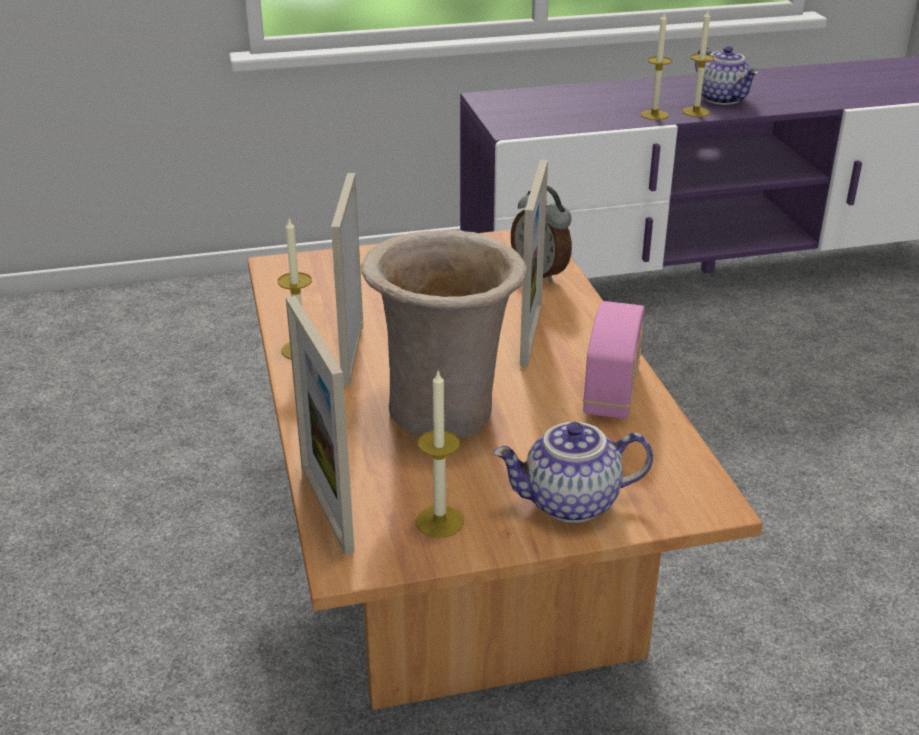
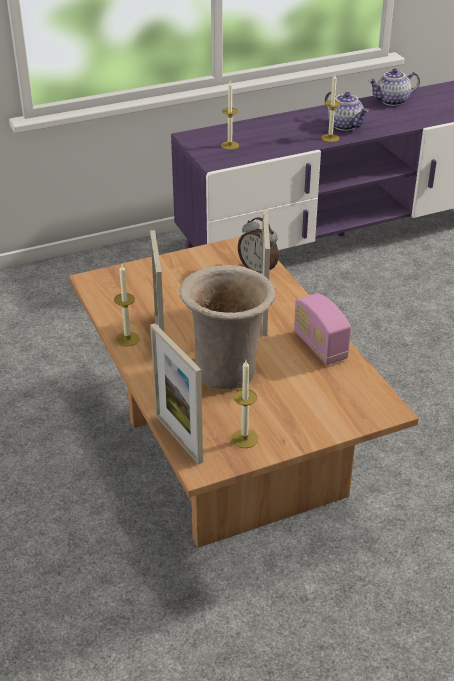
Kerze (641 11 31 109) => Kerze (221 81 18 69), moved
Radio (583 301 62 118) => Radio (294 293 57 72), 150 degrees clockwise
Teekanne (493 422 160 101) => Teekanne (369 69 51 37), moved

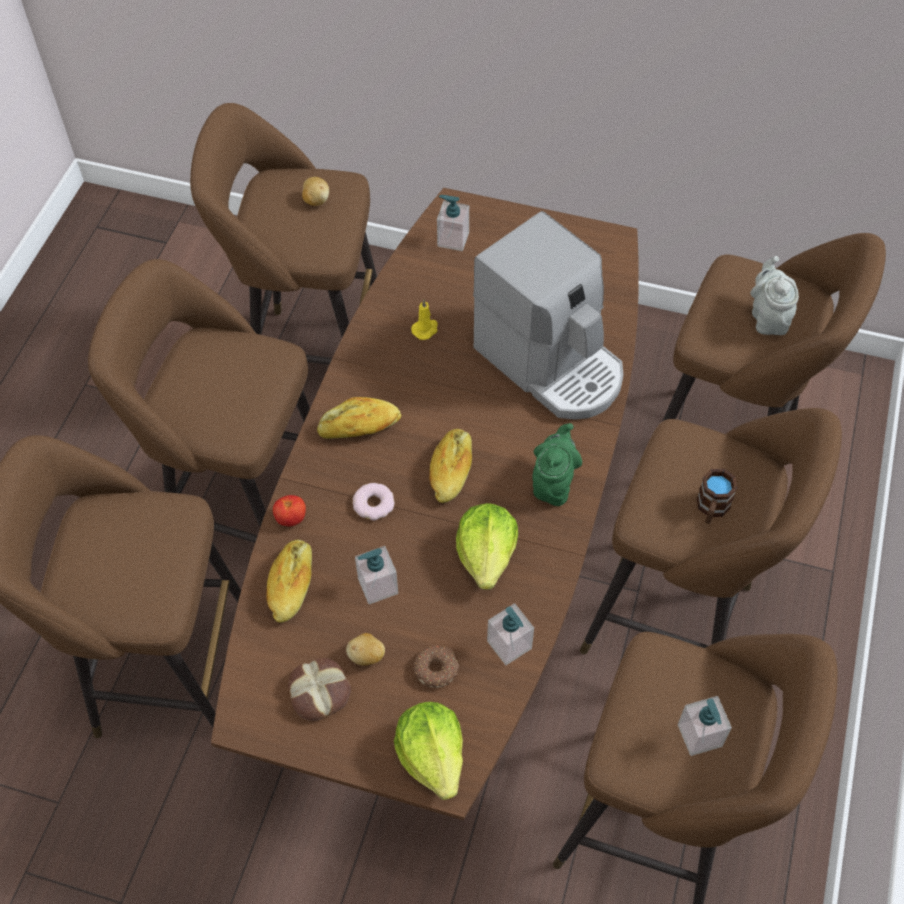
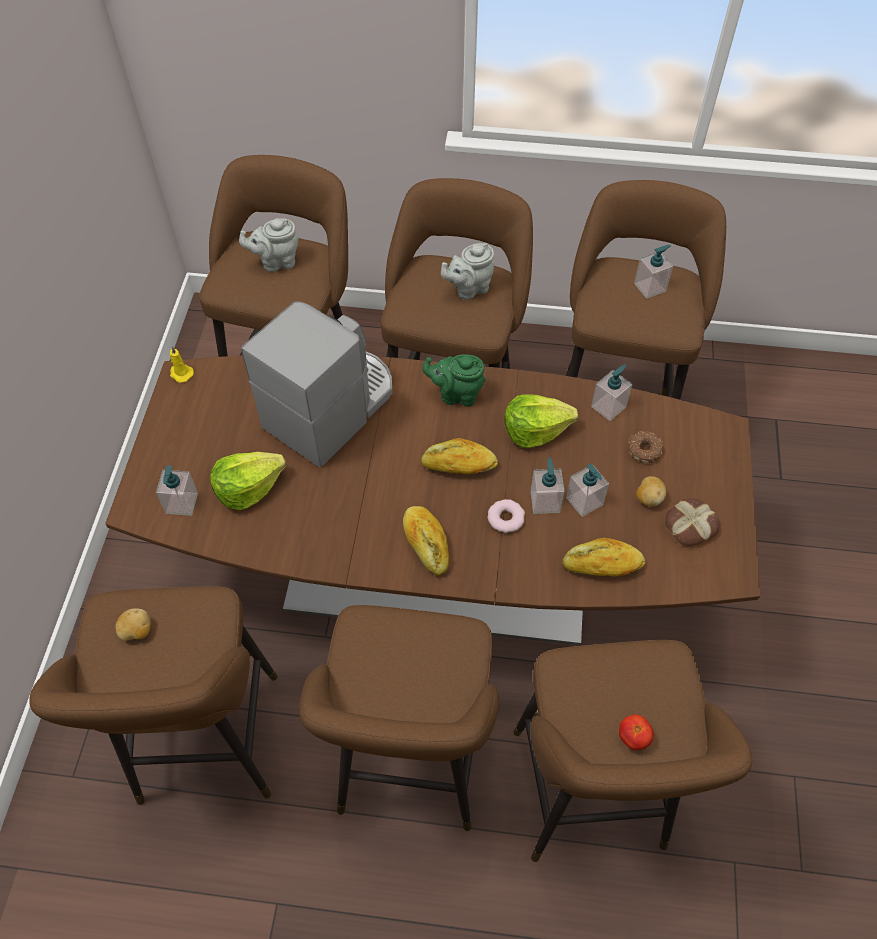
Kerze/gelb (411 299 27 41) => Kerze/gelb (170 346 24 37), moved
Henkelbecher/braun (697 469 40 55) => Teekanne/grau (441 243 53 56)
Tomate (273 495 33 31) => Tomate (619 715 35 35), moved
Salatkopf (394 702 69 98) => Salatkopf (210 452 76 59), moved
nothing => Seifenspender (531 457 34 57)

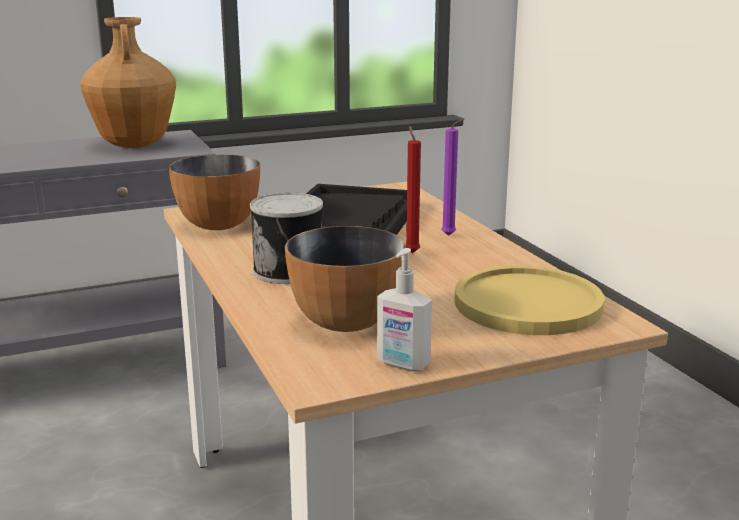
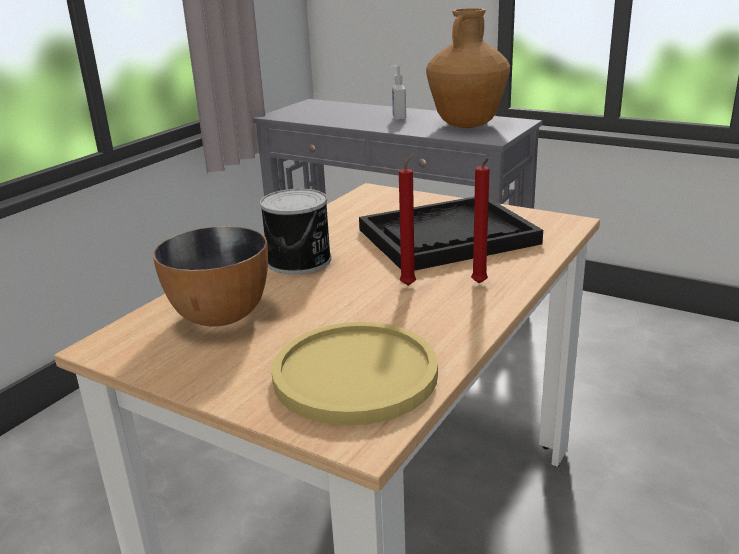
Kerze/lila (441 118 24 118) => Kerze/rot (471 158 19 126)
Schüssel (169 154 91 76) => nothing
Seifenspender (377 248 55 123) => Seifenspender (391 65 15 56), moved

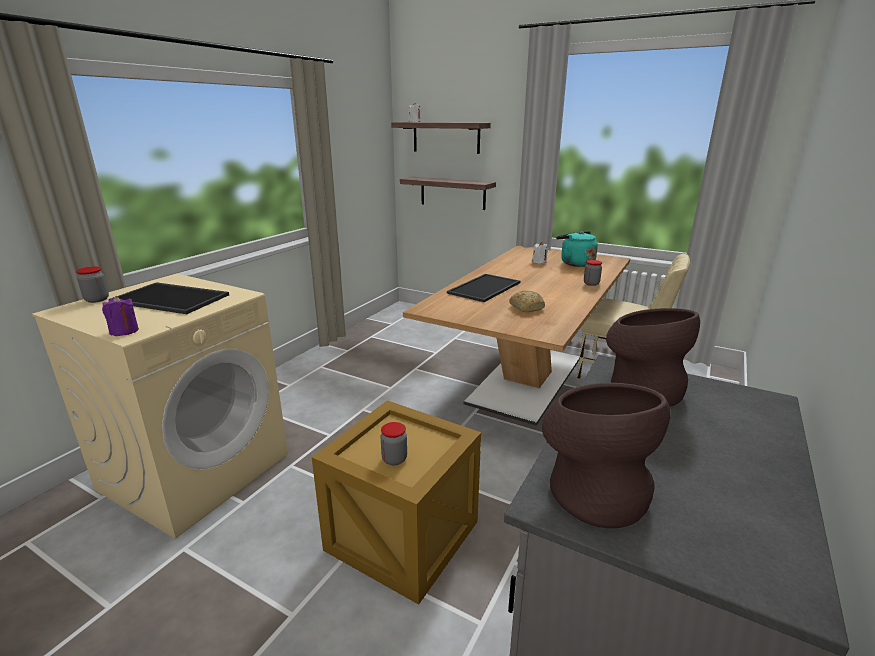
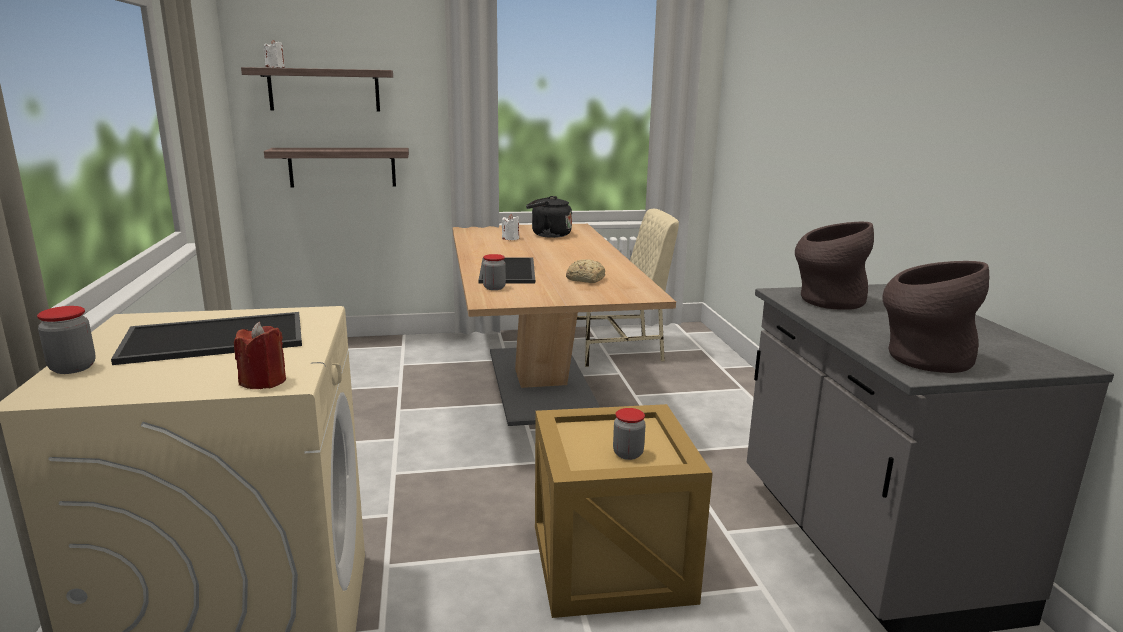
Wasserkessel/türkis (556 231 42 36) => Wasserkessel/schwarz (526 196 46 42)
Vorratsglas (584 260 18 26) => Vorratsglas (483 254 23 36), moved
Kerze/lila (102 296 37 40) => Kerze/rot (234 322 52 67)

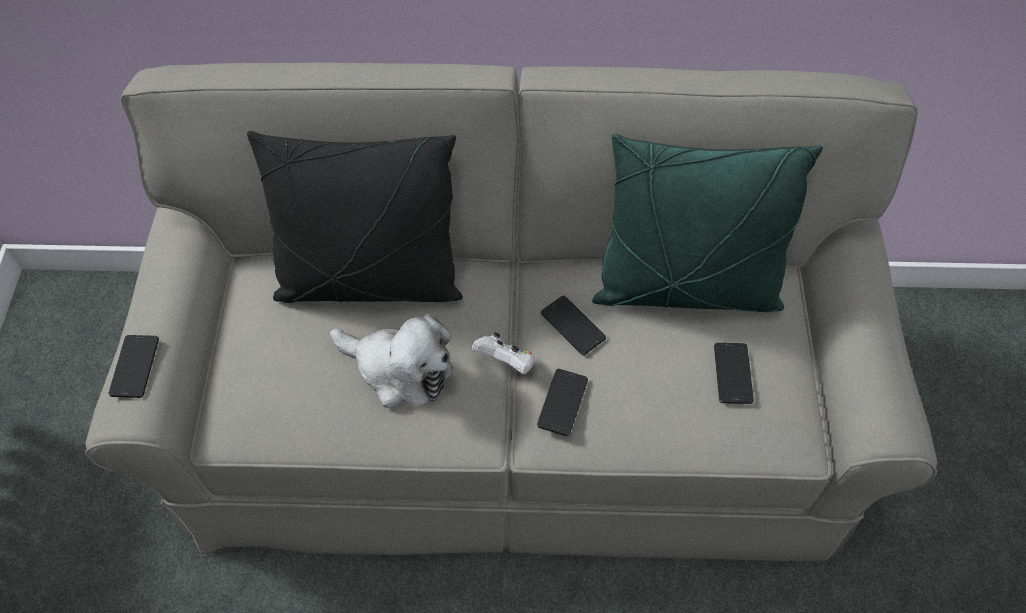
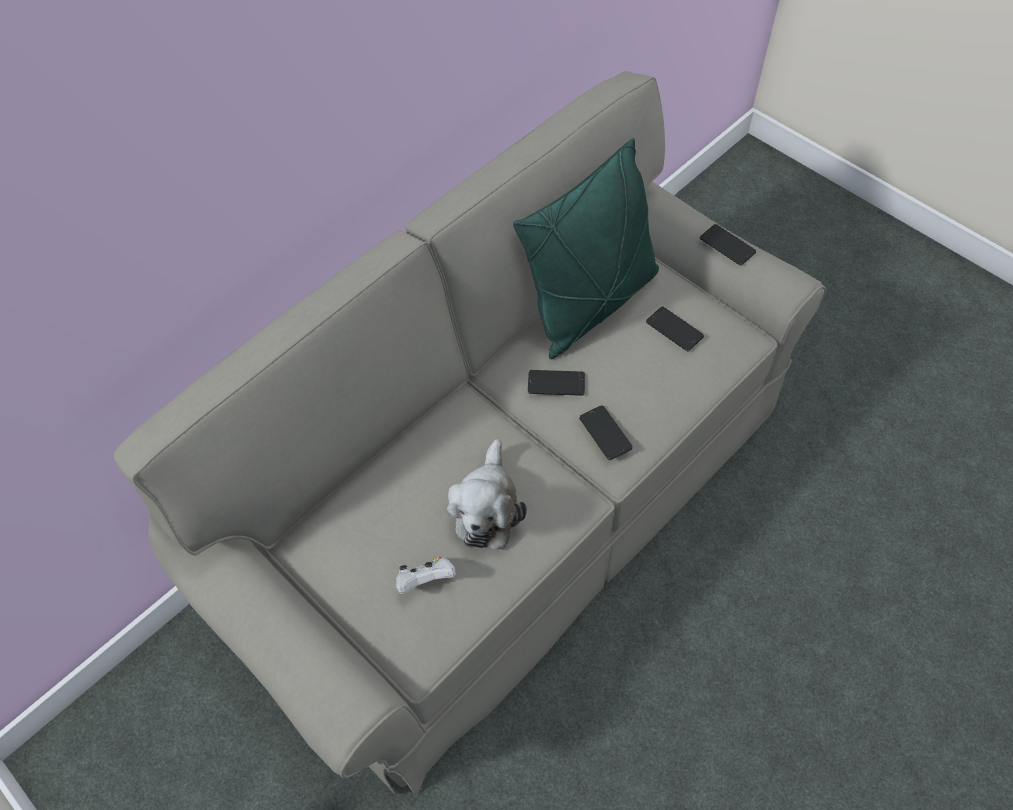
Kissen/schwarz (247 131 216 172) => nothing
Plüschtier (330 314 123 94) => Plüschtier (447 439 80 111), 120 degrees clockwise
Gamepad/weiß (472 332 62 42) => Gamepad/weiß (396 557 60 38), moved
Handy (108 335 51 63) => Handy (700 224 56 41), moved

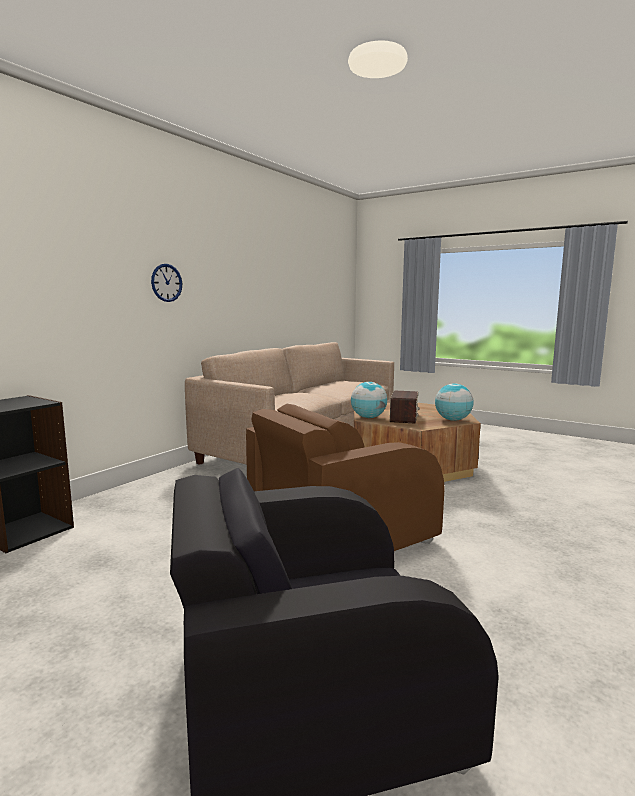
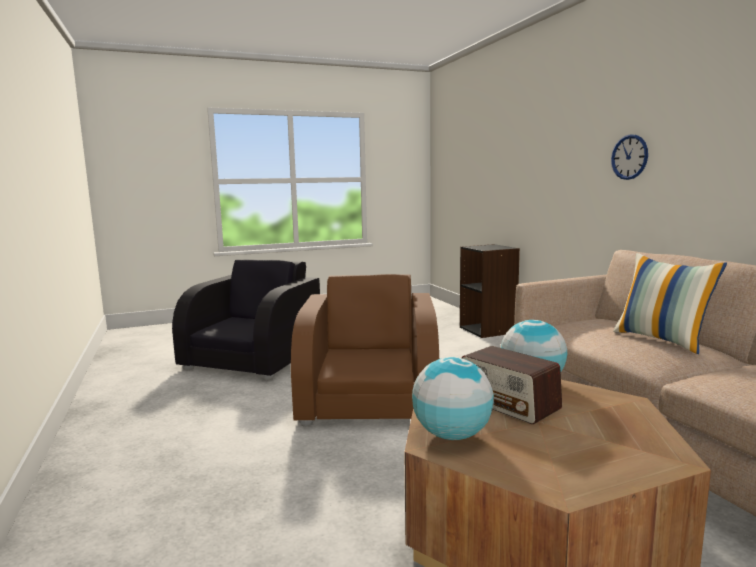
nothing => Kissen (613 253 114 101)

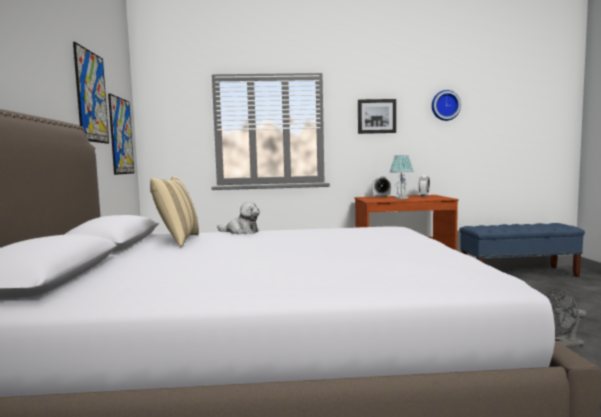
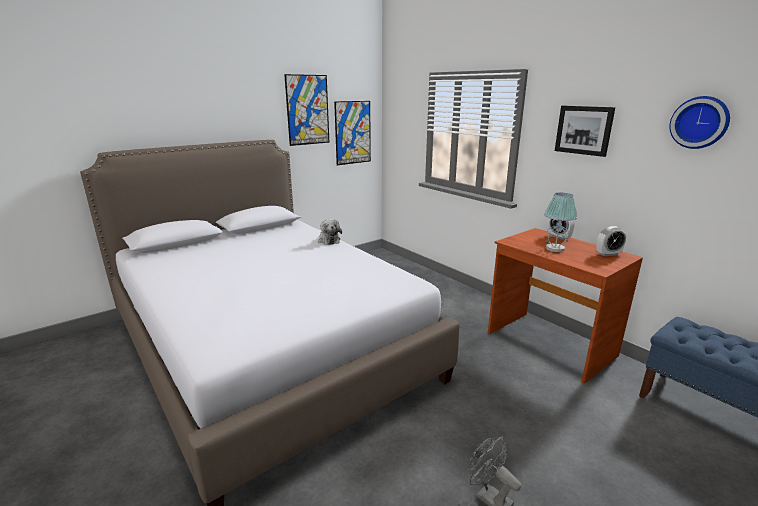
Kissen/beige (150 176 49 71) => nothing

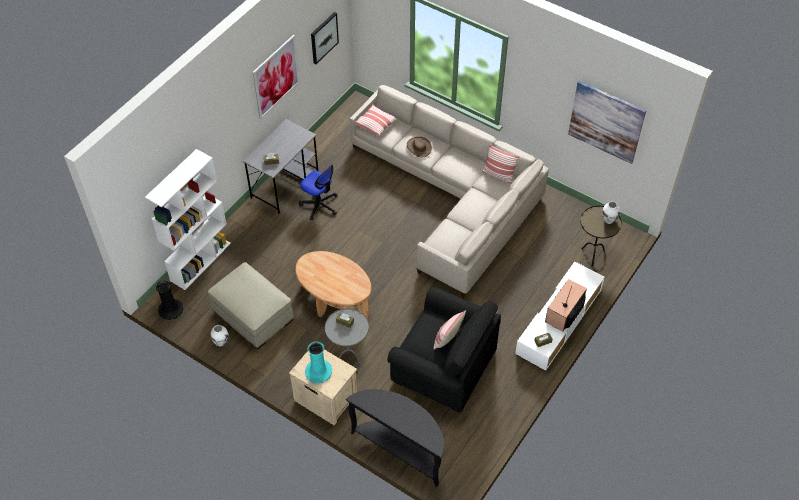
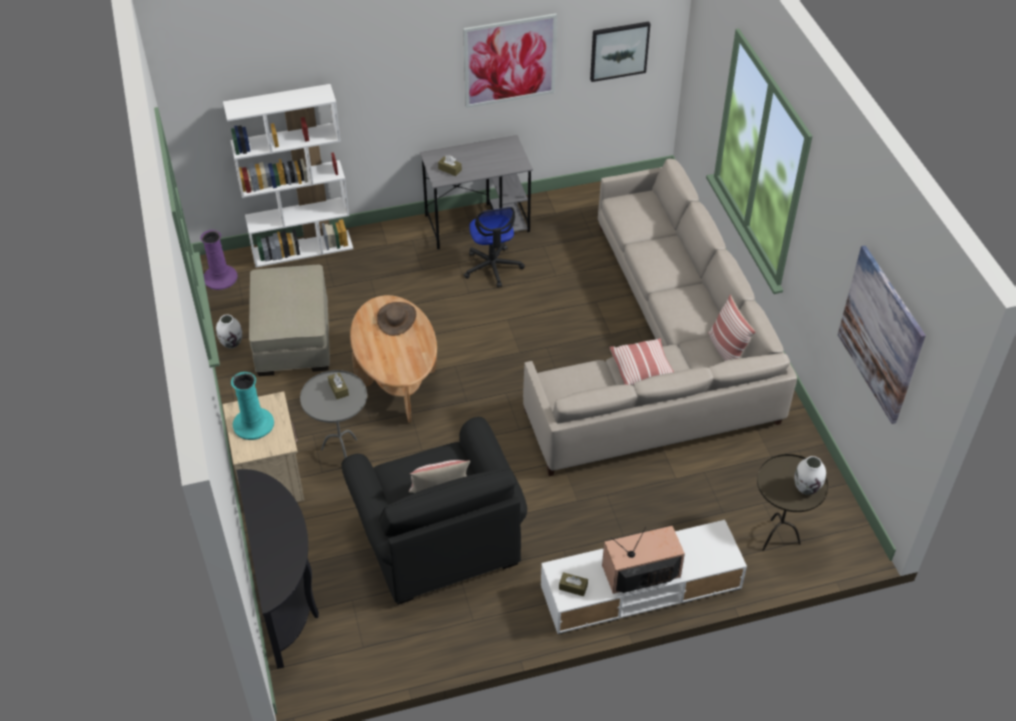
Kissen (354 105 44 32) => Kissen (609 338 65 48), moved
Hut/braun (407 137 25 20) => Hut/braun (377 302 39 34), moved
Vase/schwarz (156 281 27 39) => Vase/lila (200 230 38 60)

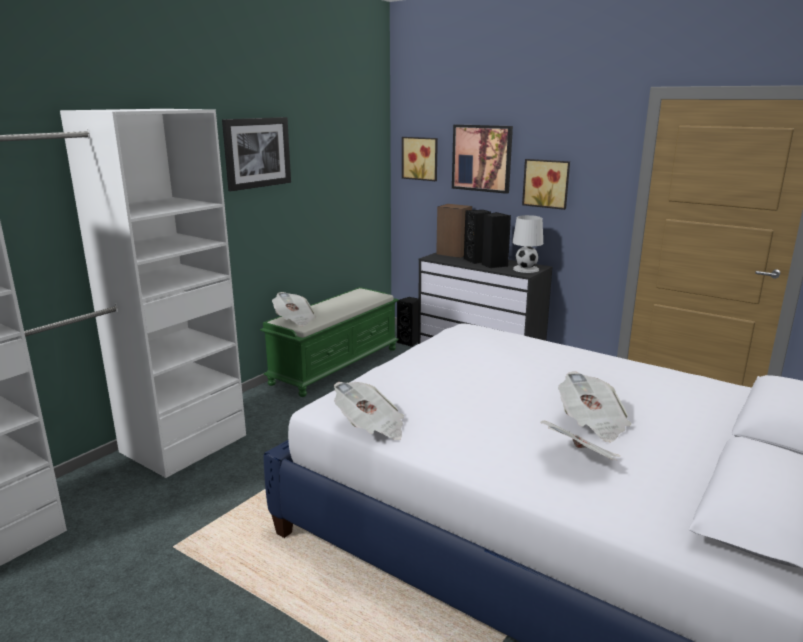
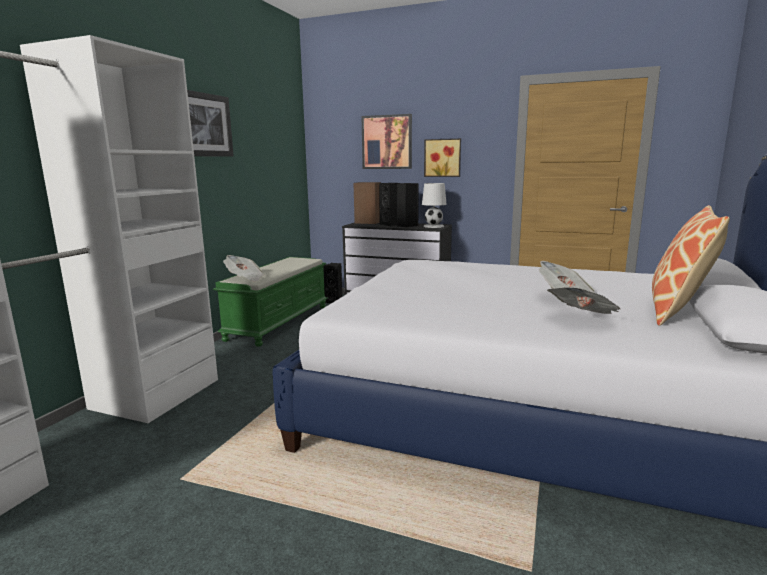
Bild (402 137 36 44) => nothing
Zeitung (334 382 70 58) => nothing
nothing => Kissen (652 205 78 121)

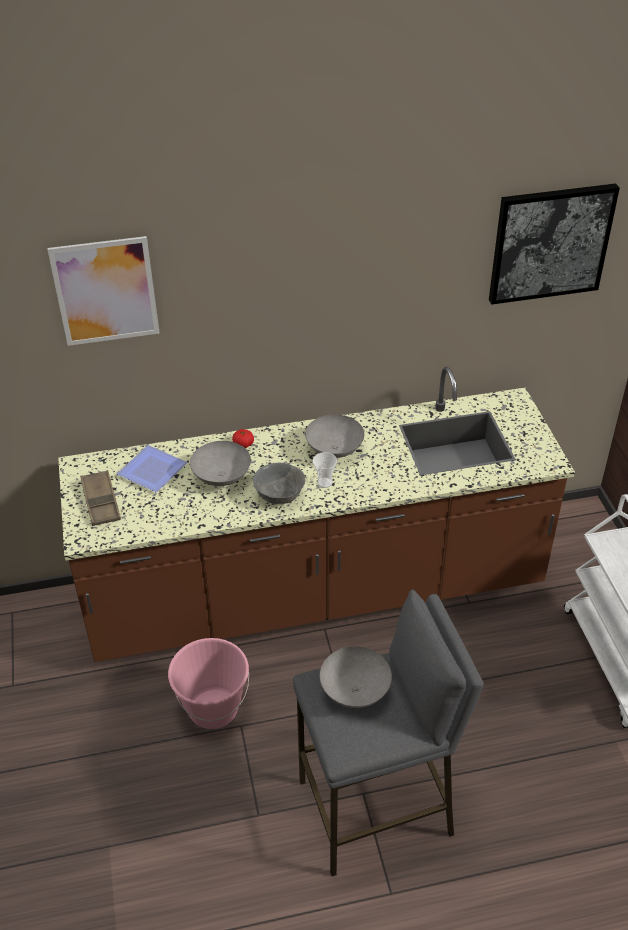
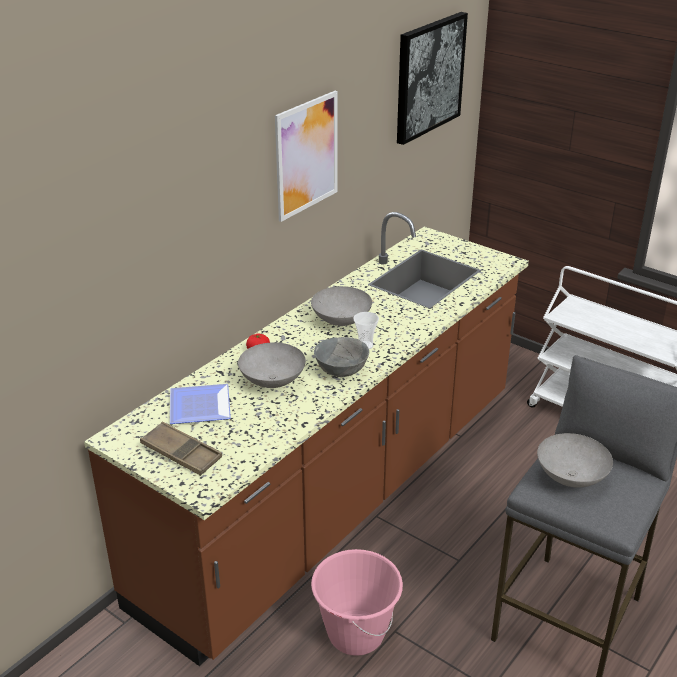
Bild (47 236 113 110) => Bild (275 91 62 131), moved

